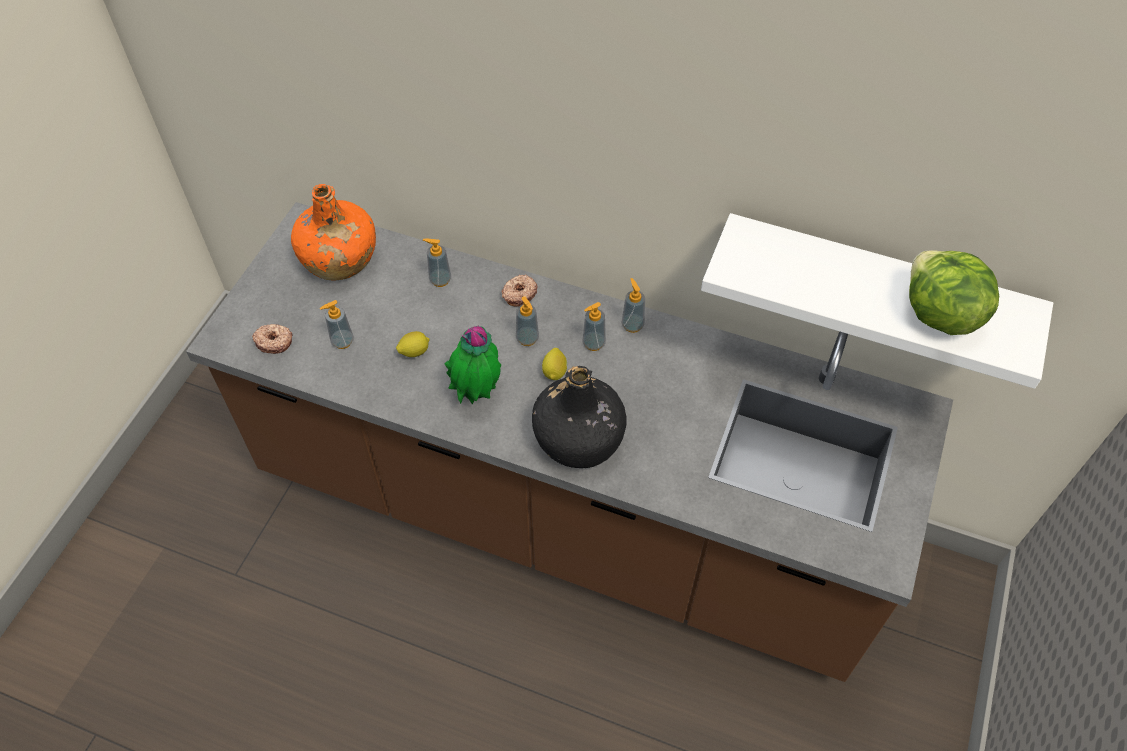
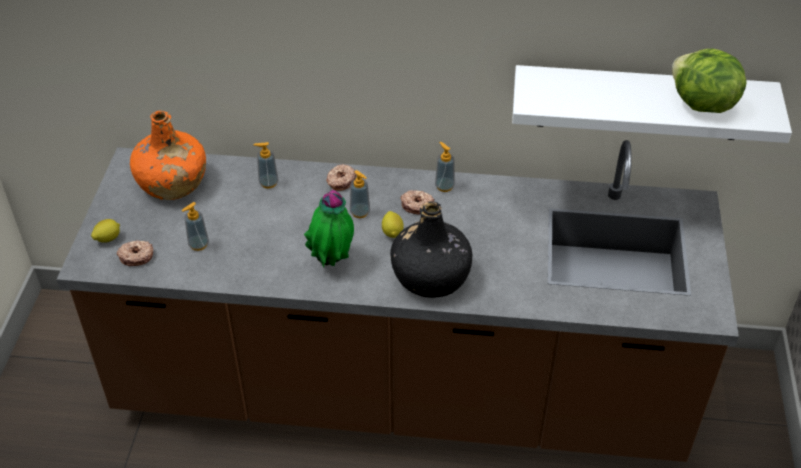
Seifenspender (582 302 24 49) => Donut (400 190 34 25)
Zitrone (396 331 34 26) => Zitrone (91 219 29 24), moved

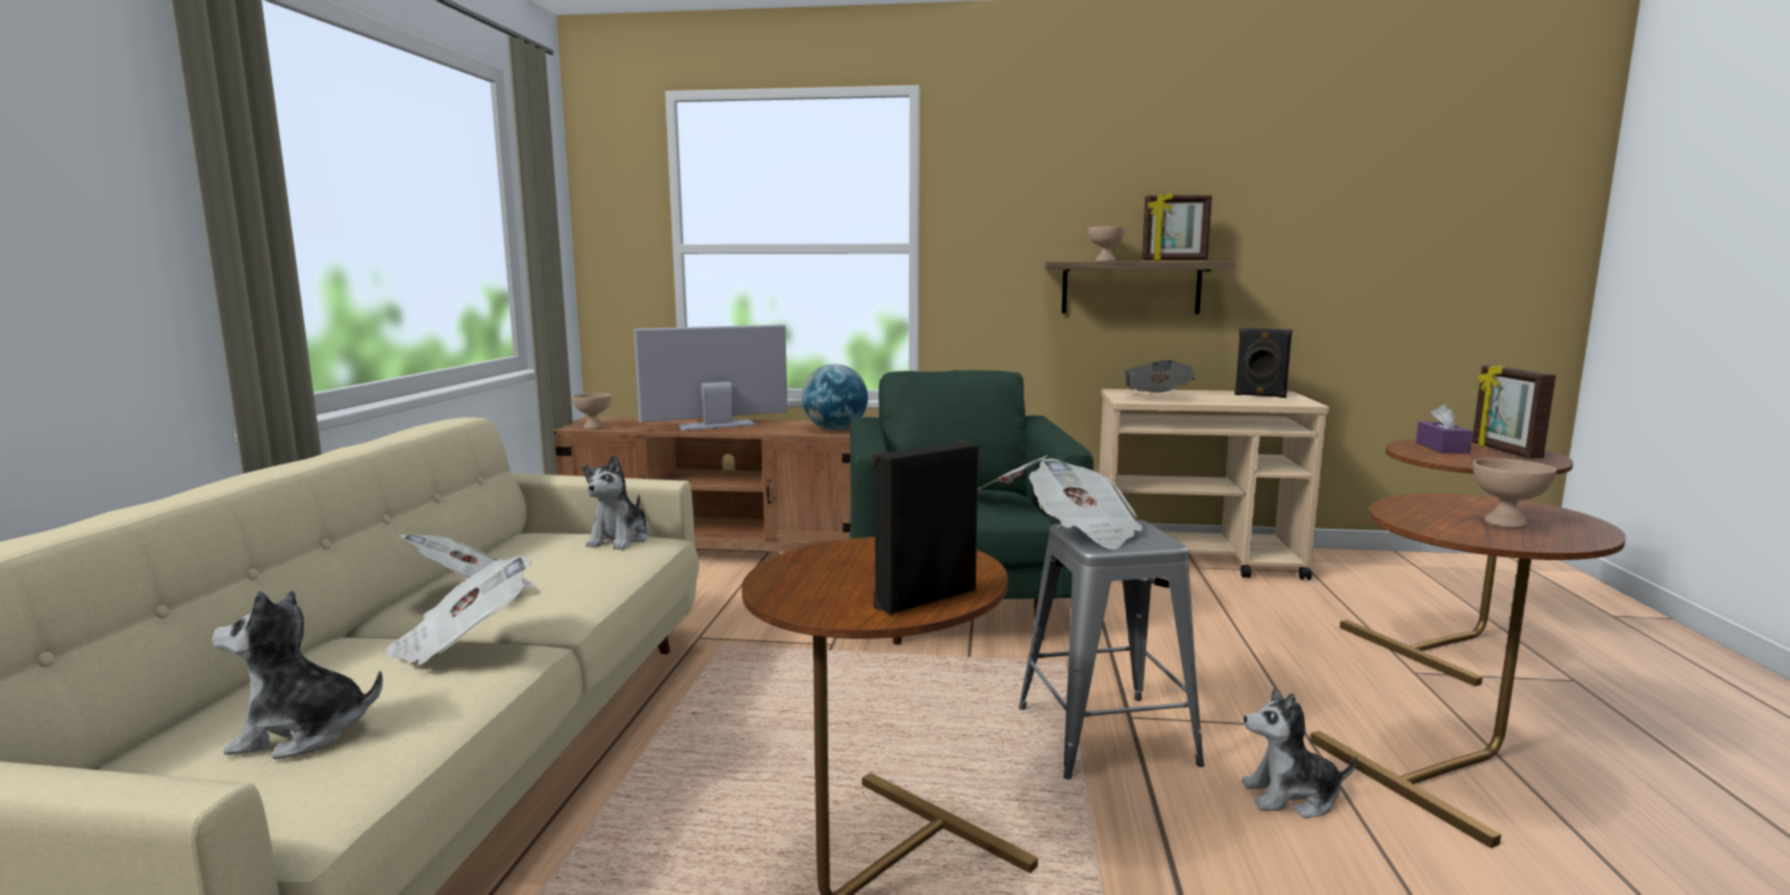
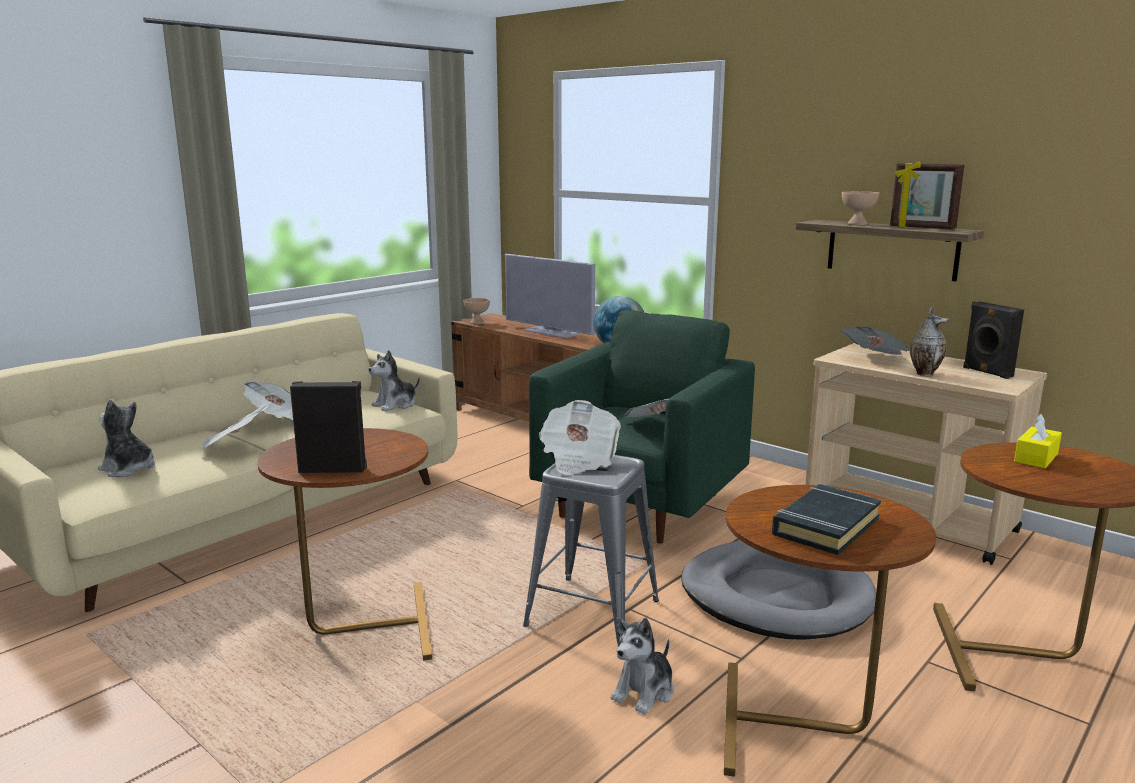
Fernseher (634 324 153 107) => Fernseher (505 254 90 84), 150 degrees counterclockwise
Bilderrahmen (1472 365 84 94) => nothing
Taschentuchbox/lila (1416 404 57 50) => Taschentuchbox/gelb (1014 414 48 54)
Schüssel/beige (1473 458 83 70) => Buch/schwarz (772 484 110 71)
Plüschtier (1242 687 115 131) => Plüschtier (611 617 63 98), 90 degrees counterclockwise
nothing => Vase (910 306 39 70)
nothing => Hundebett/grau (681 540 195 100)

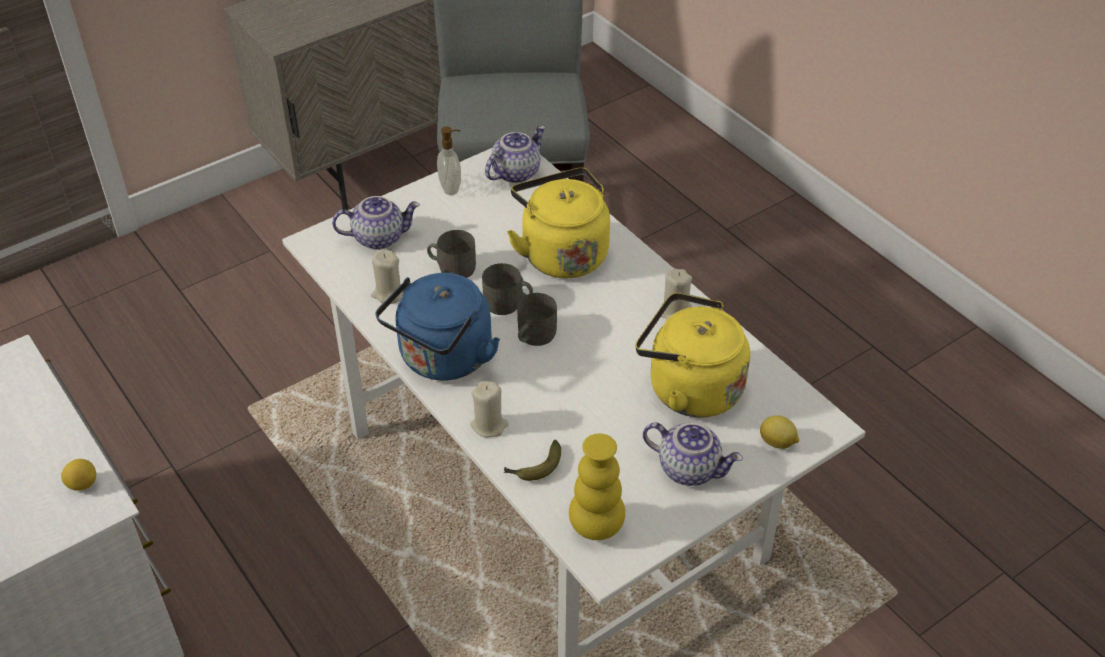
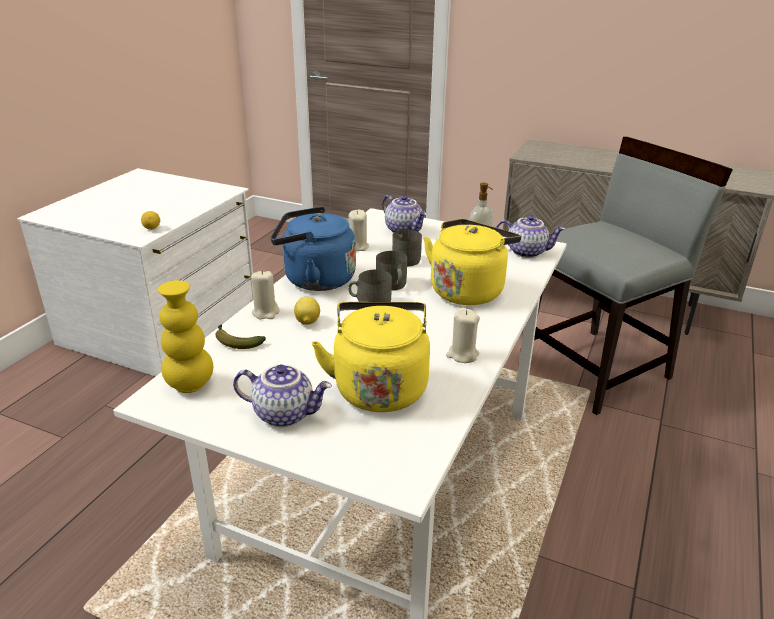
Zitrone (760 415 39 34) => Zitrone (294 297 26 28), moved
Teekanne (643 422 100 64) => Teekanne (233 364 99 63), 75 degrees counterclockwise

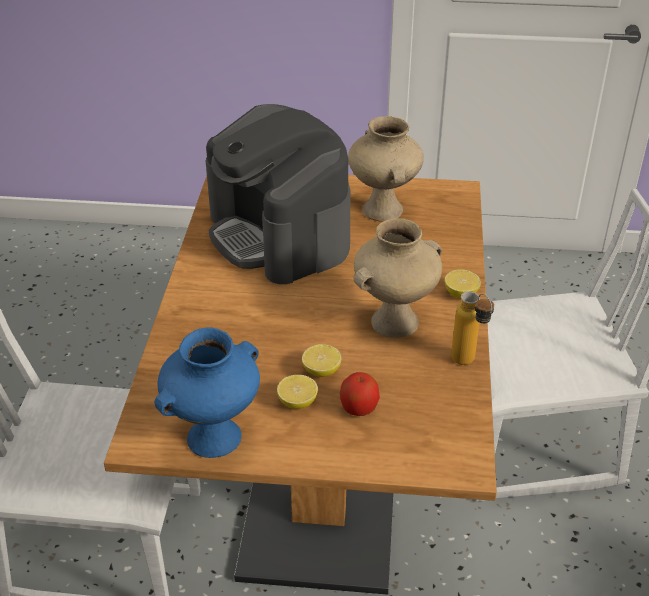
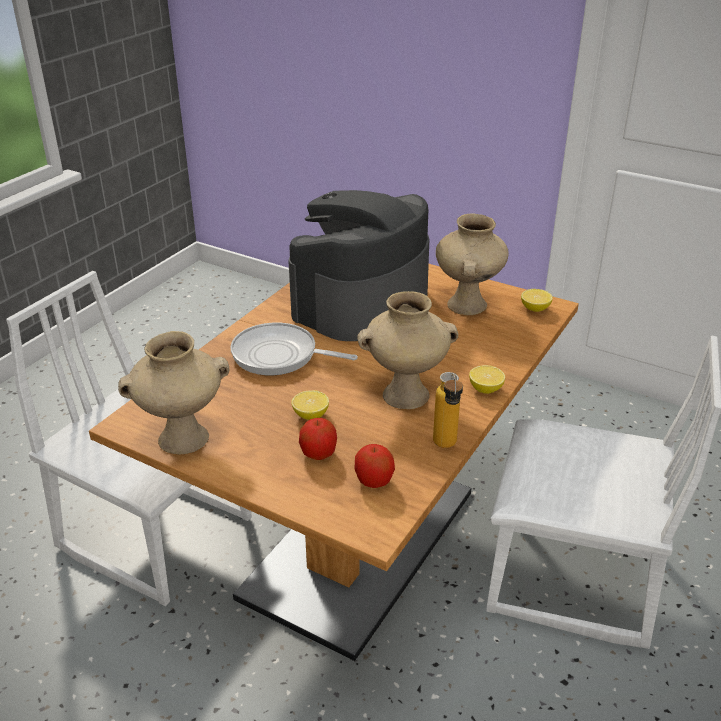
Kaffeemaschine (206 104 144 180) => Kaffeemaschine (288 190 142 151), 45 degrees clockwise
Vase/blau (154 327 106 131) => Vase/beige (118 331 112 123)
Zitrone (277 375 41 34) => Zitrone (521 289 32 23), moved
nothing => Pfanne (230 323 128 52)
nothing => Apfel (355 444 40 44)

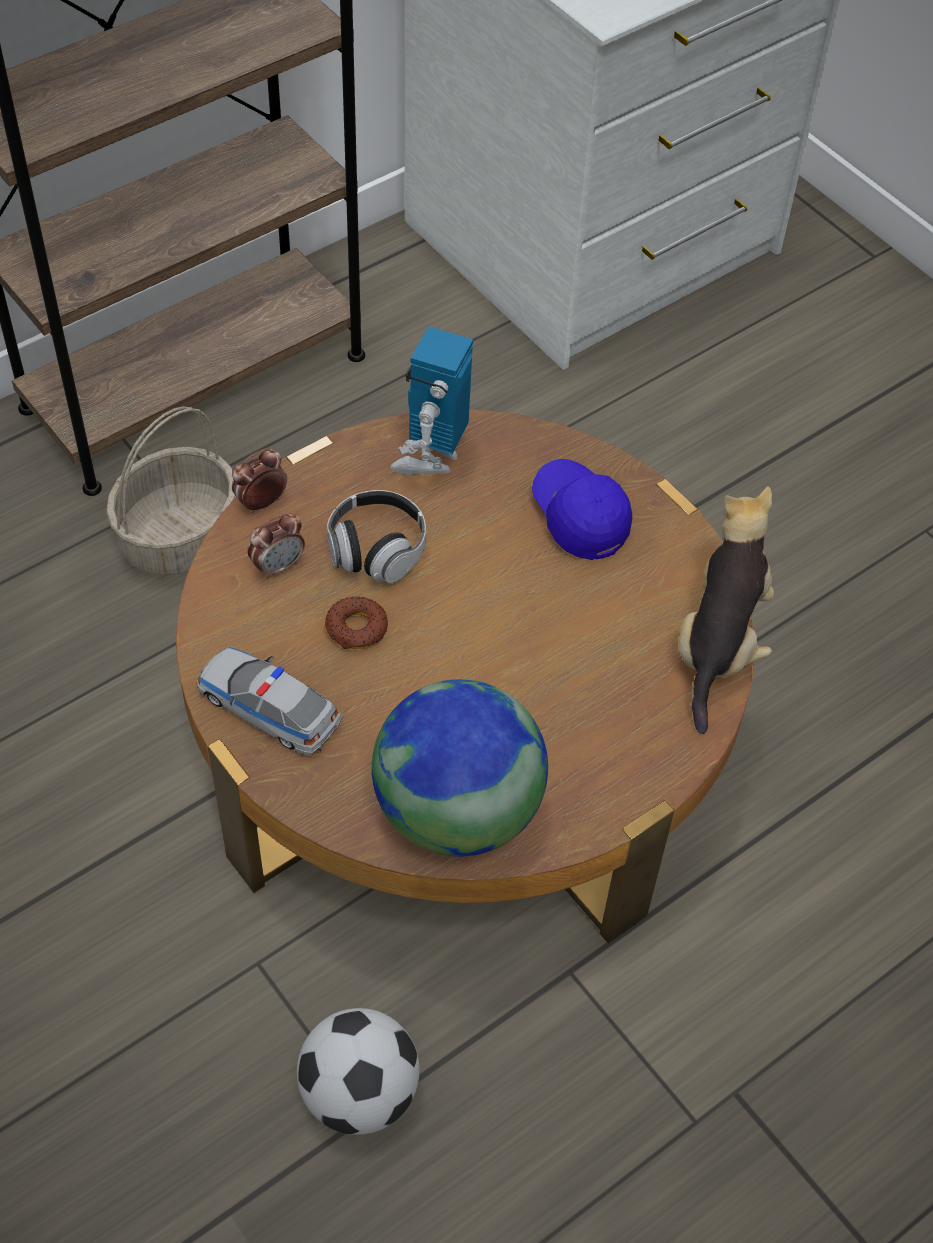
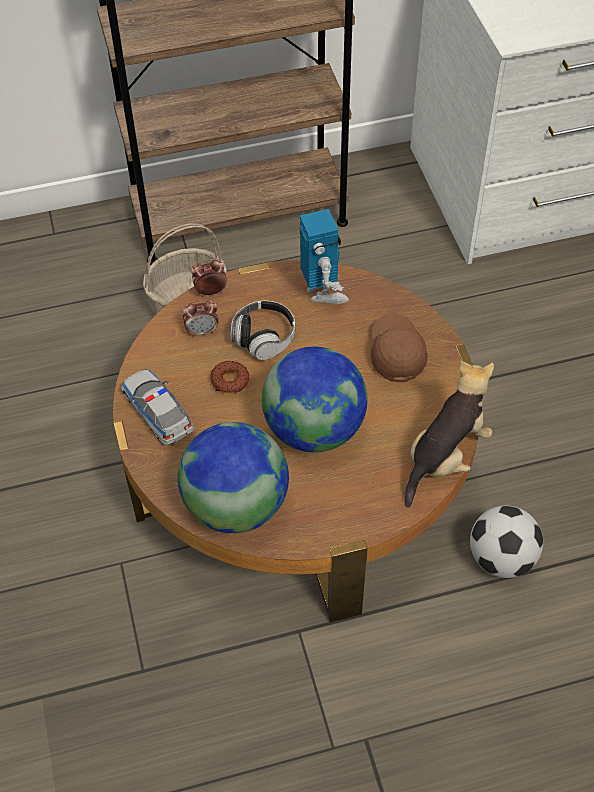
Spielzeugroboter (390 326 83 149) => Spielzeugroboter (300 209 49 95), 120 degrees clockwise
Kappe/blau (532 459 100 101) => Kappe/braun (371 313 57 69)
Fußball (297 1008 123 127) => Fußball (470 506 73 72), moved
nothing => Globus (262 347 106 105)

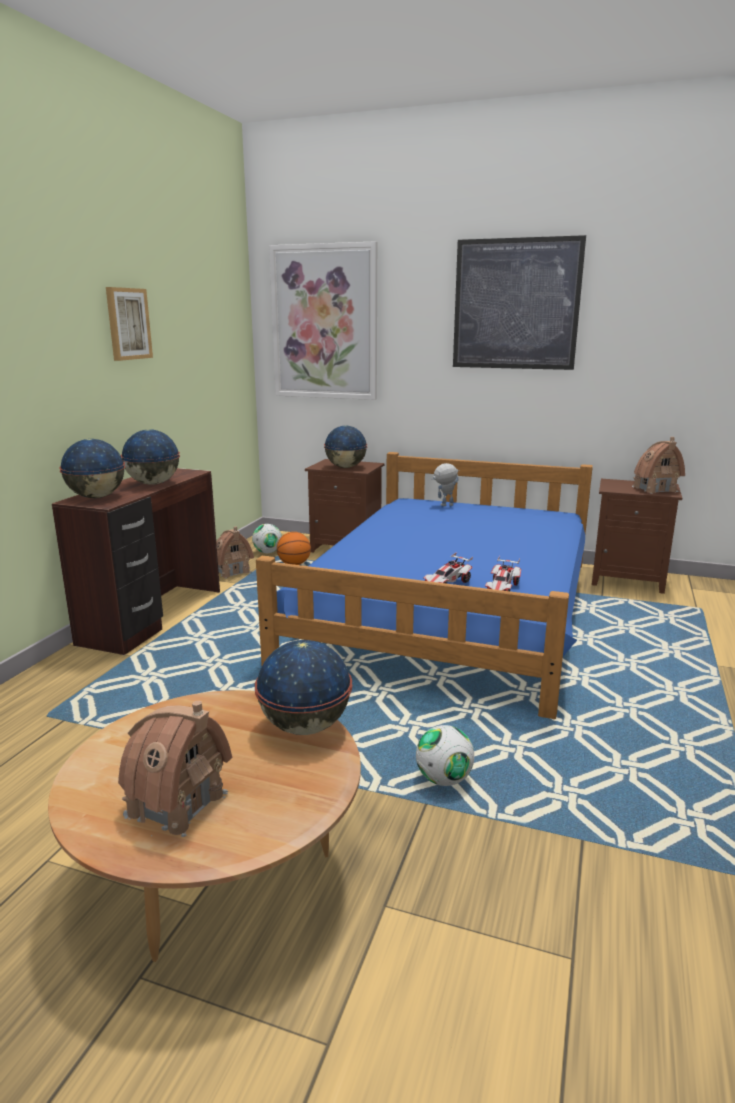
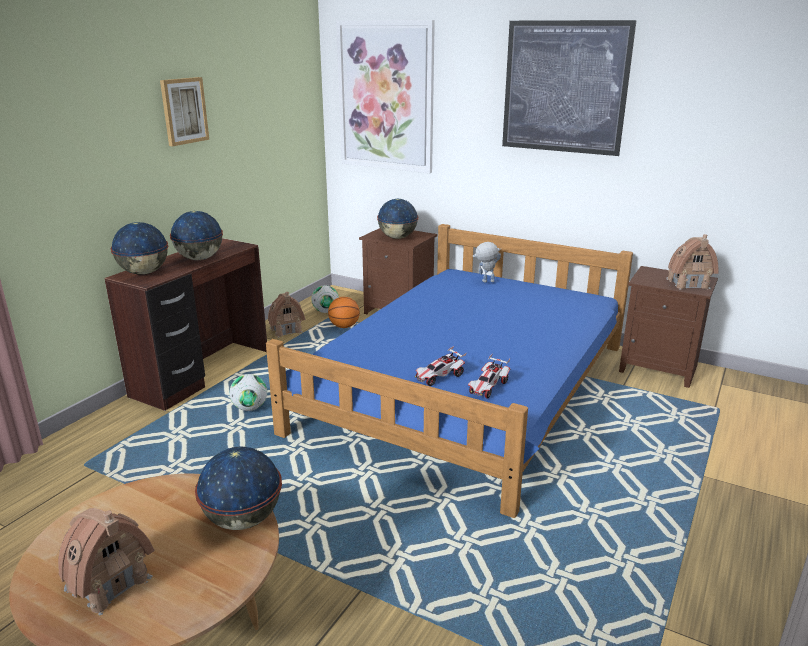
Fußball (416 725 58 61) => Fußball (230 374 37 37), moved

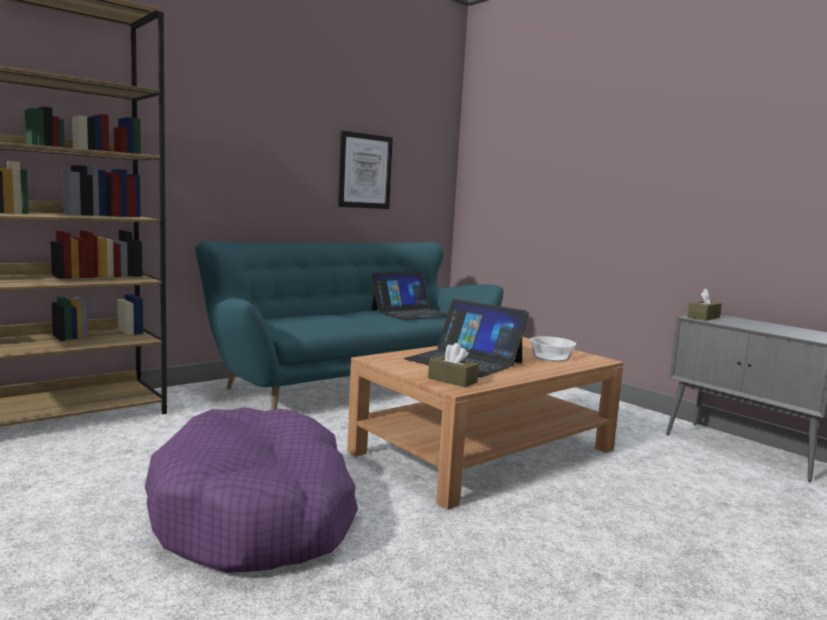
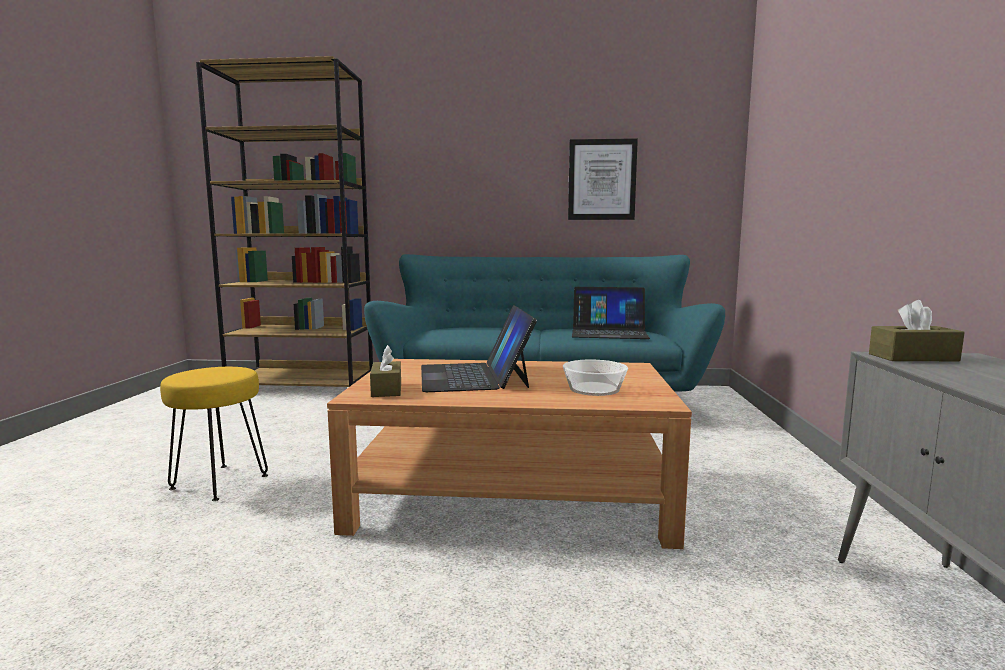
Hundebett/lila (145 407 213 166) => Hocker/gelb (160 367 108 134)

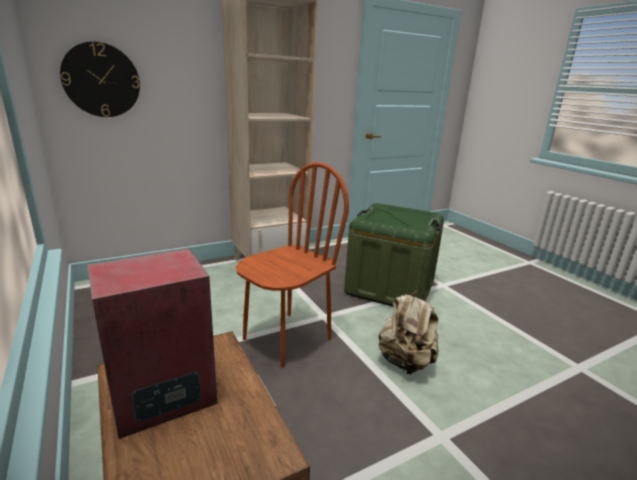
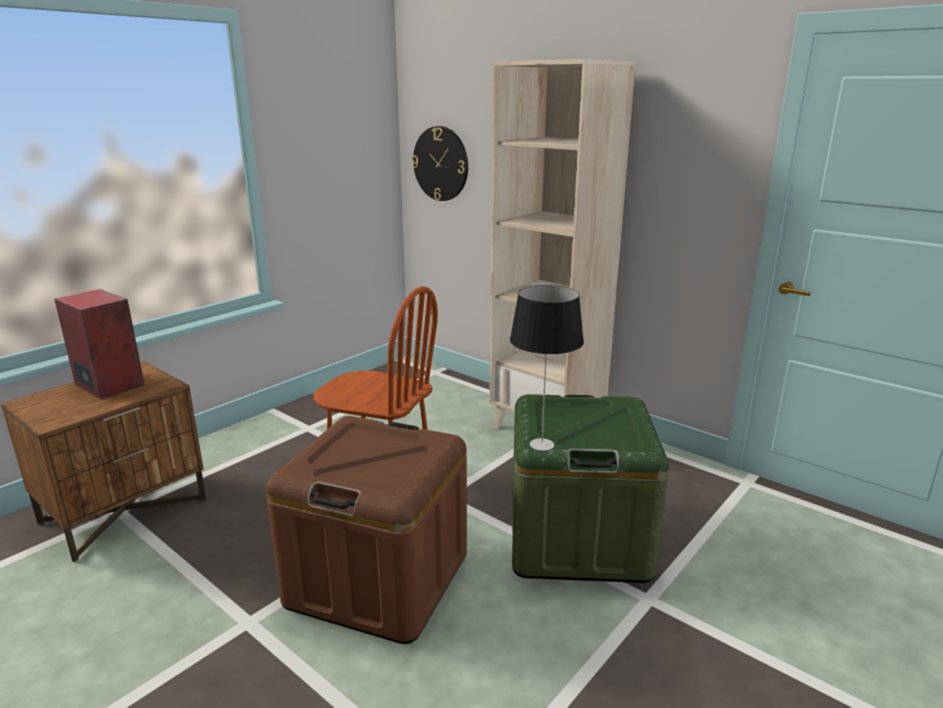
Rucksack/beige (379 289 60 86) => Aufbewahrungsbox/braun (266 416 201 228)
nothing => Tischlampe (510 285 74 166)

